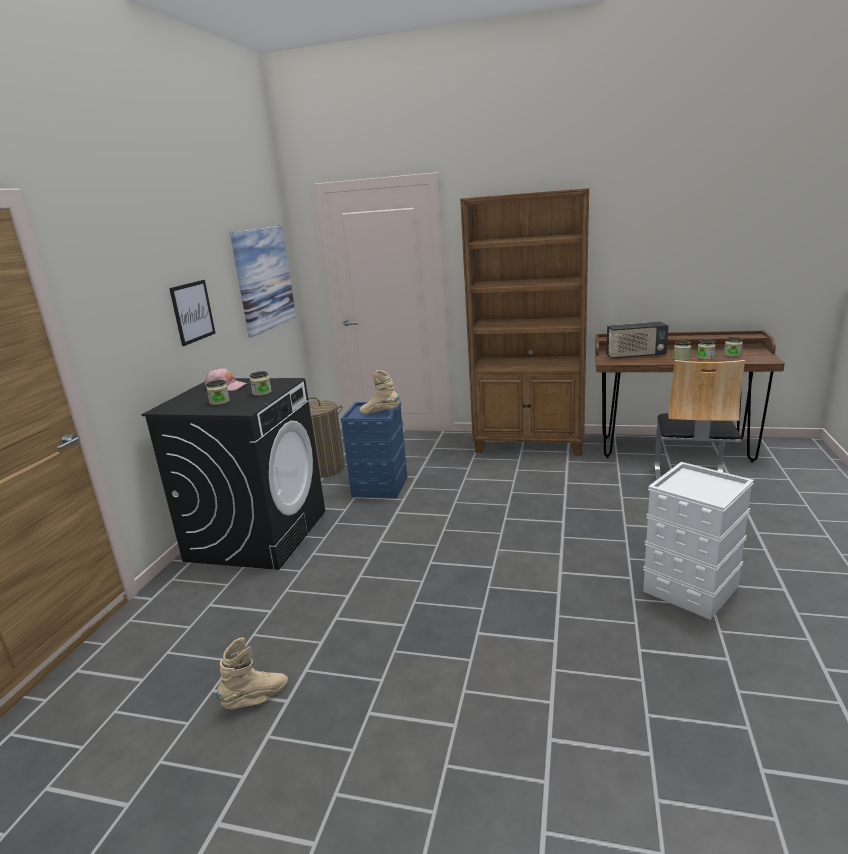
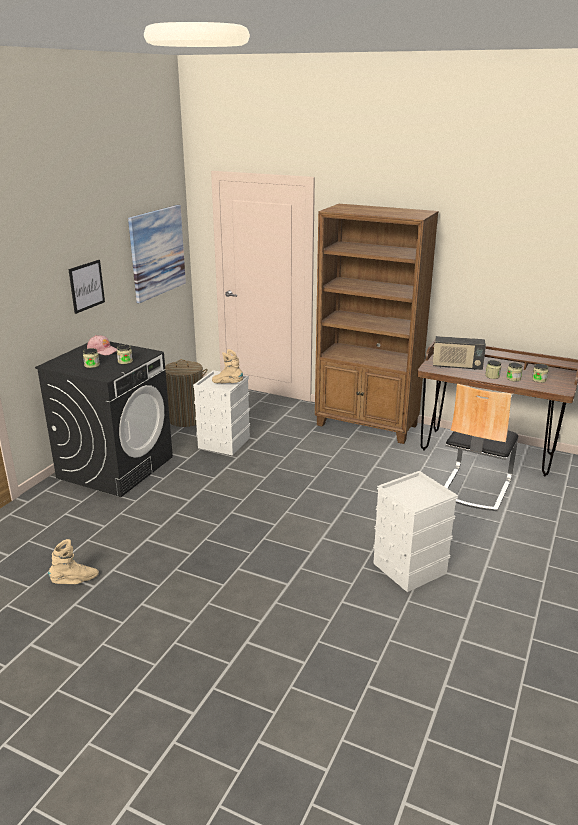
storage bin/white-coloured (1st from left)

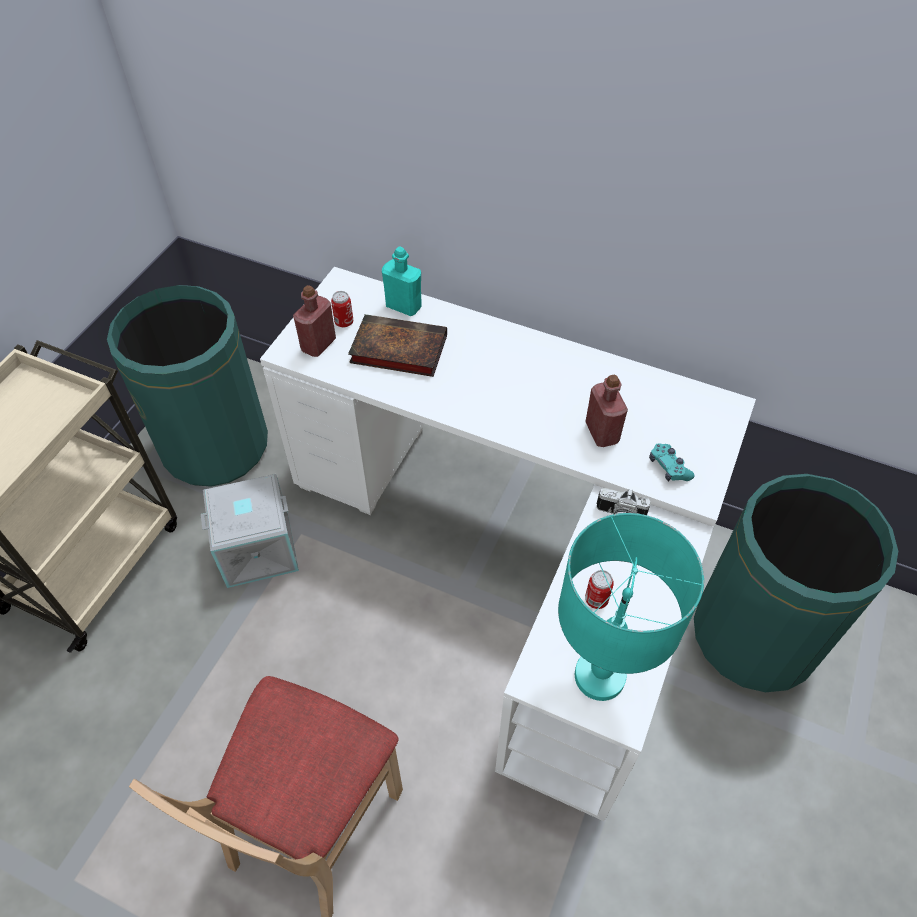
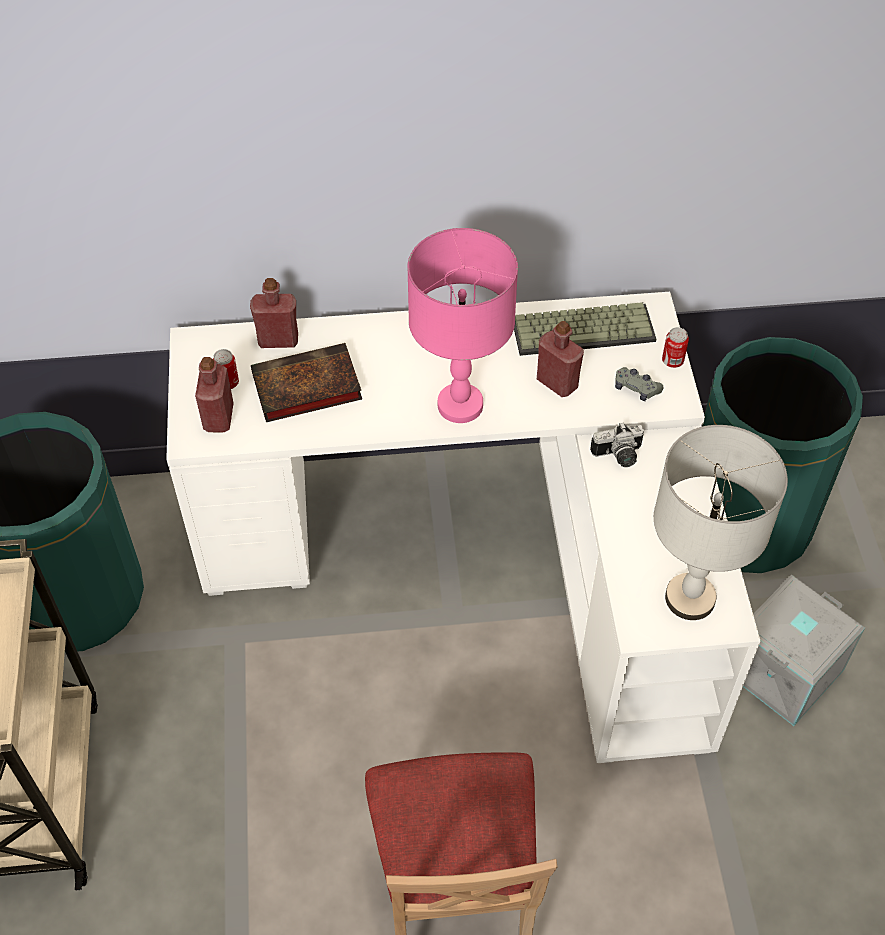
bottle/red-coloured (2nd from left)
tabletop lamp/pink-coloured
computer keyboard
gamepad/greyish
tabletop lamp/greyish
sealed can (2nd from left)
storage bin/greyish

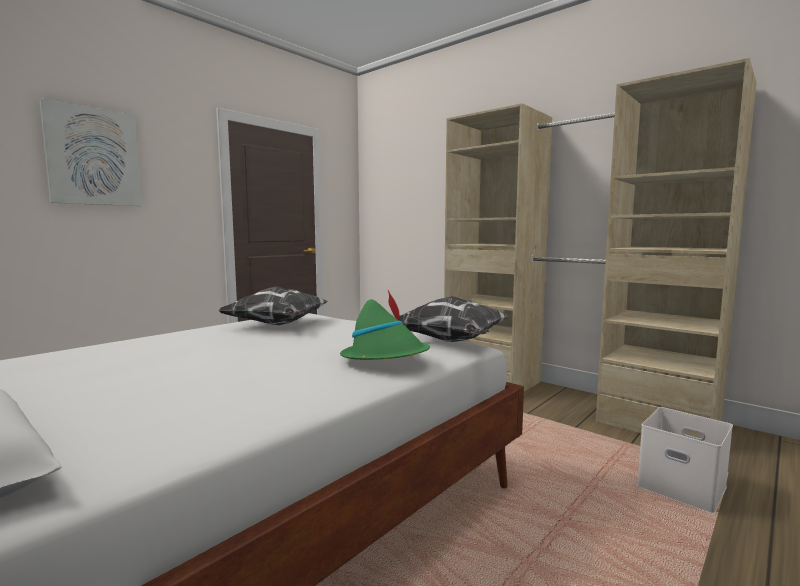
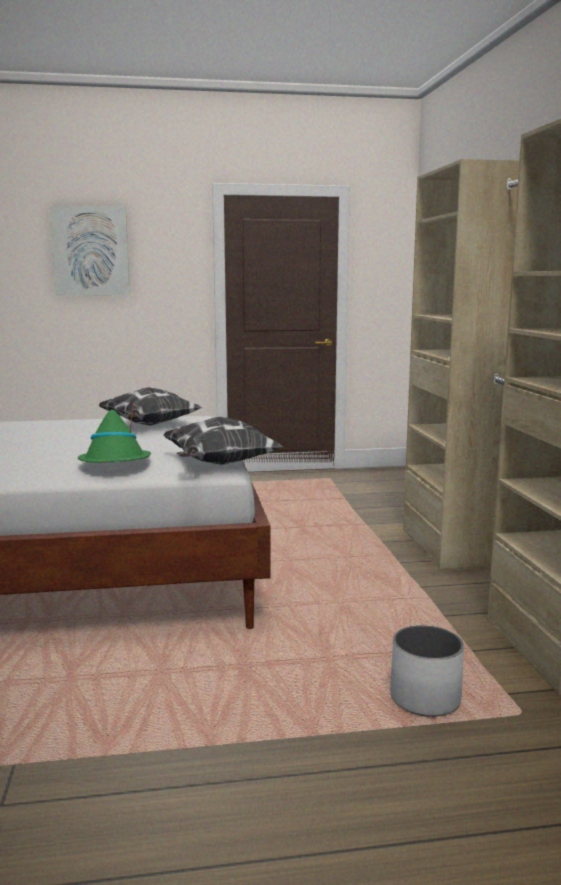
flower pot/white-coloured

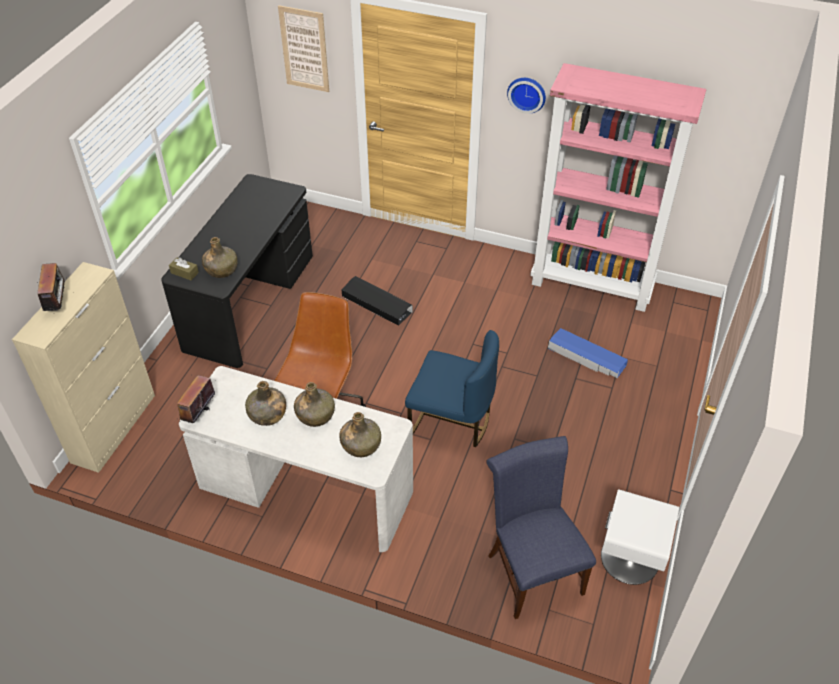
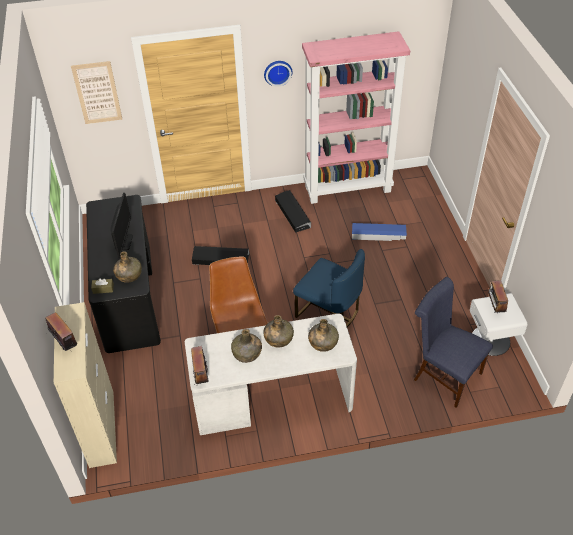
monitor
storage bin/blackish (2nd from left)
chair/bluish (1st from left)
radio set (3rd from left)

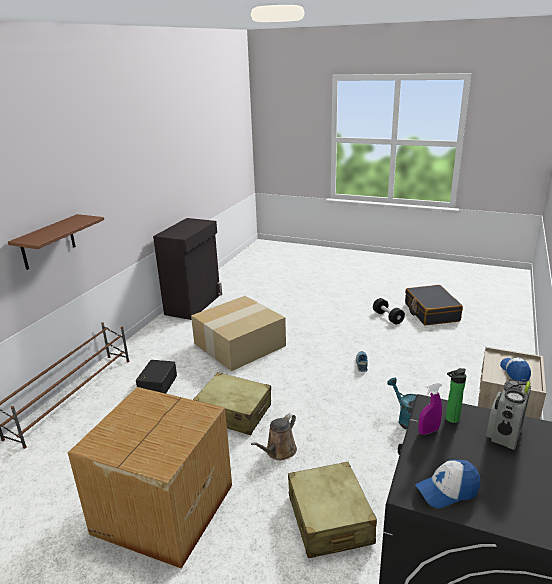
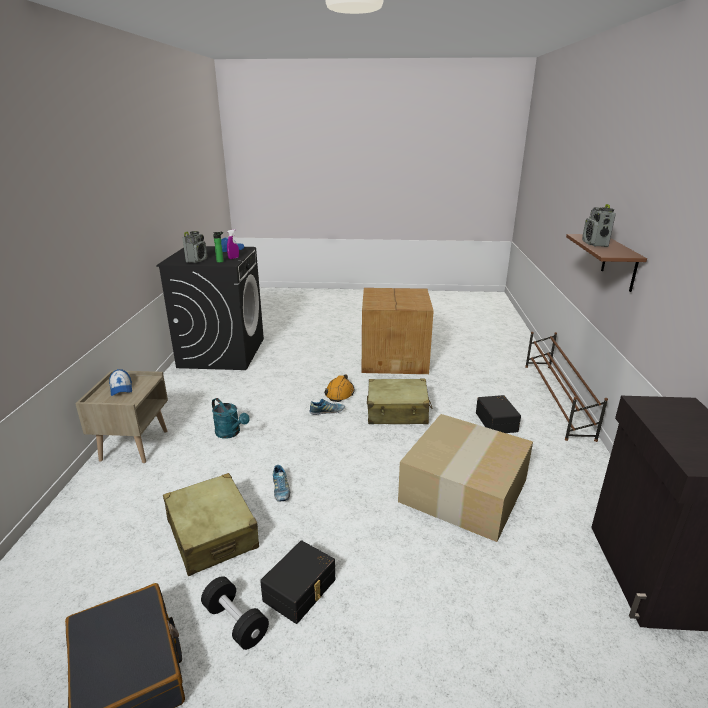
travel case/sand-coloured (1st from left)
storage bin/blackish (1st from left)
shoe (2nd from left)
work helmet/orangey
radio set (2nd from left)

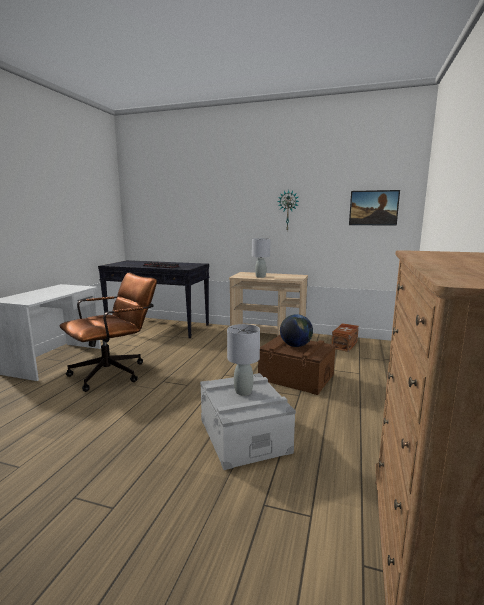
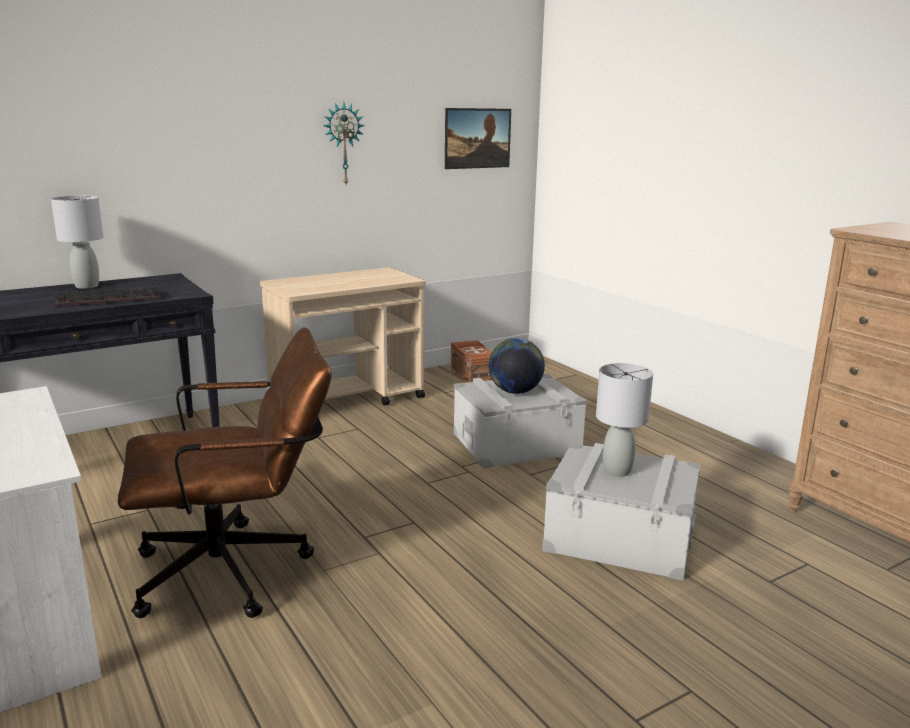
tabletop lamp/greyish (1st from left)
computer chair/brownish
storage bin/greyish (1st from left)

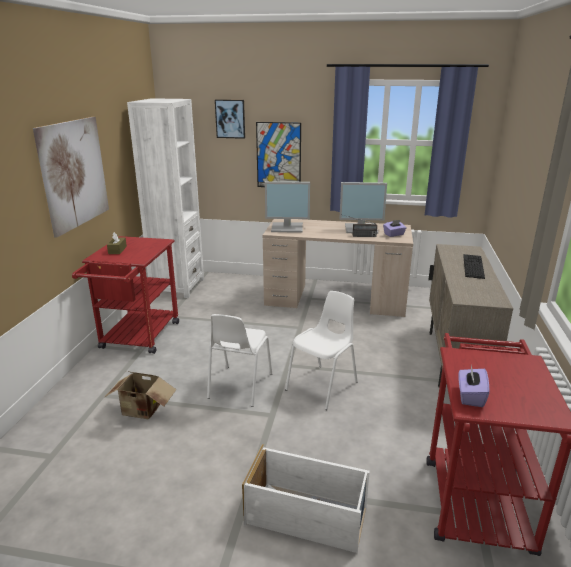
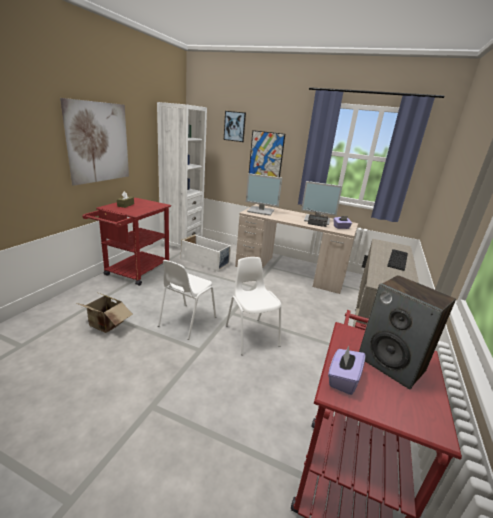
storage bin/white-coloured
chair/white-coloured (2nd from left)
audio speaker

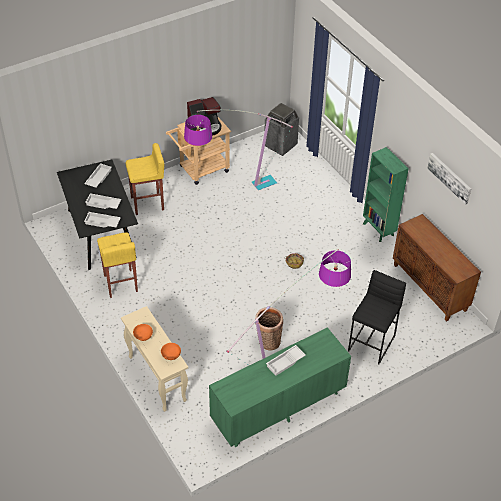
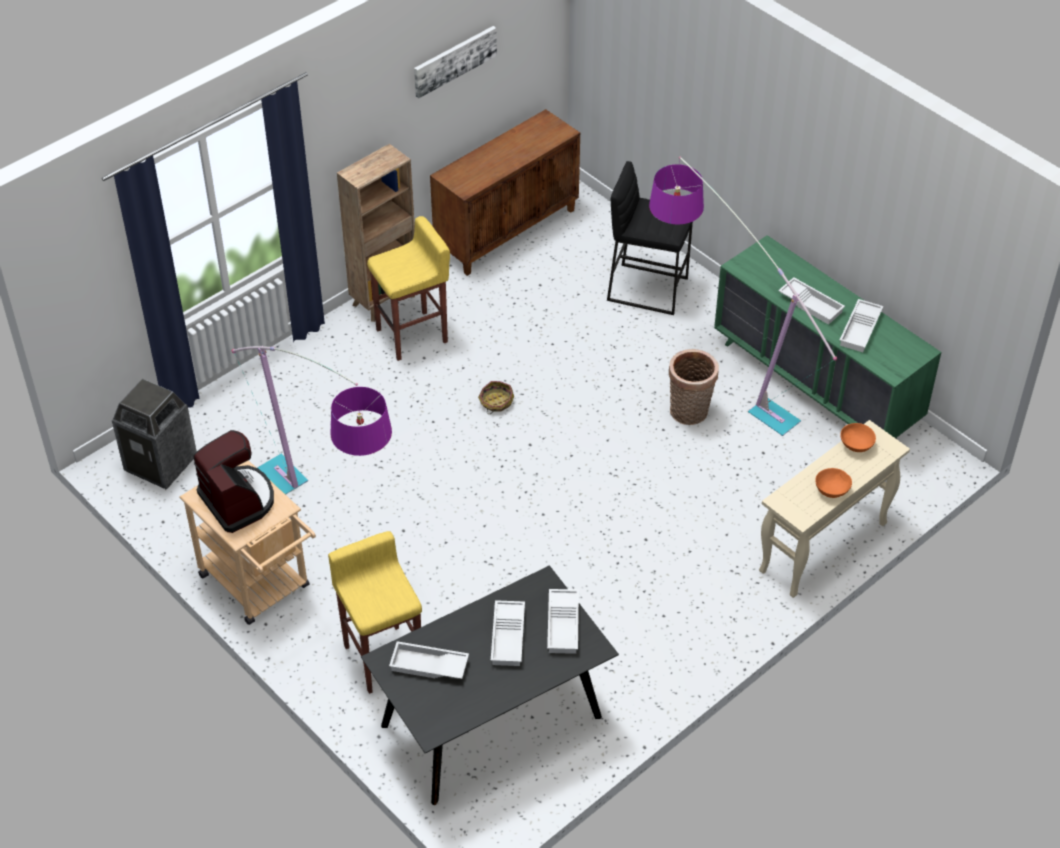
bookshelf/brownish
sitting stool/yellowish (2nd from left)
serving tray/white-coloured (5th from left)

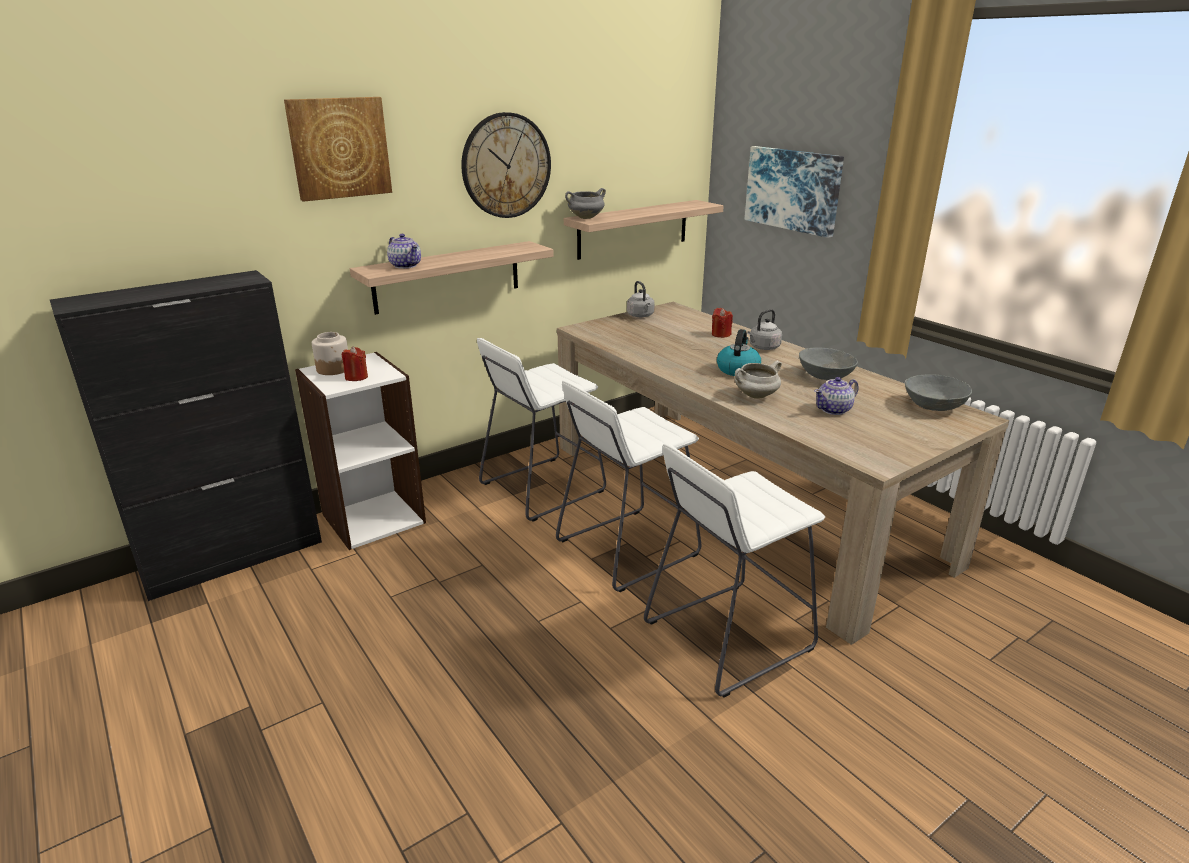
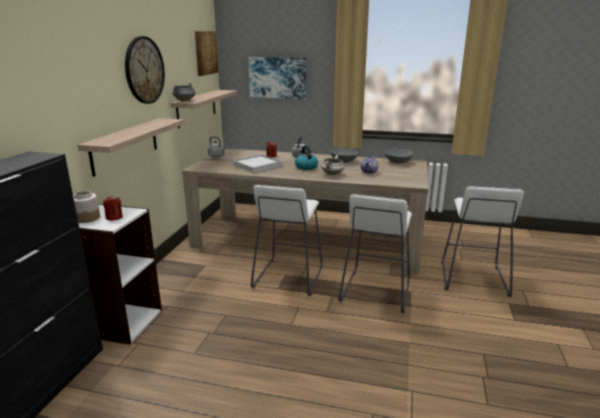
wall picture (1st from left)
serving tray/white-coloured
sitting stool/white-coloured (3rd from left)
tea pot (1st from left in the first image)

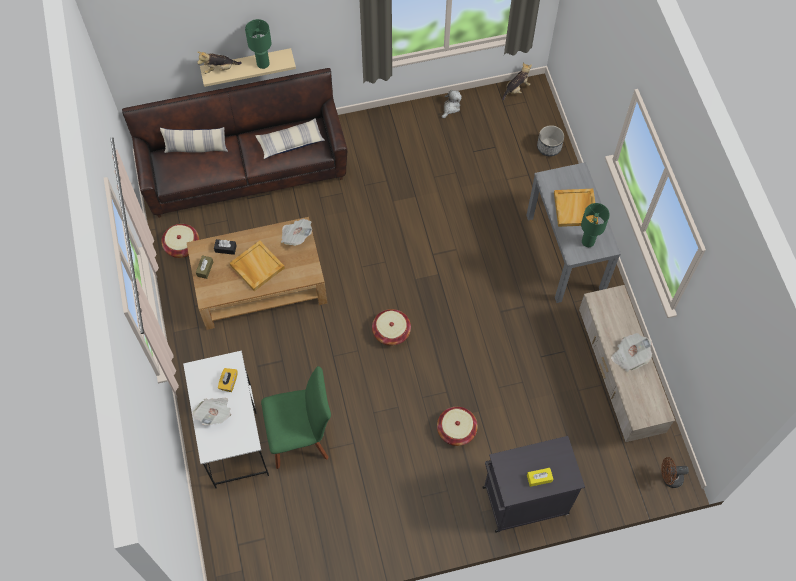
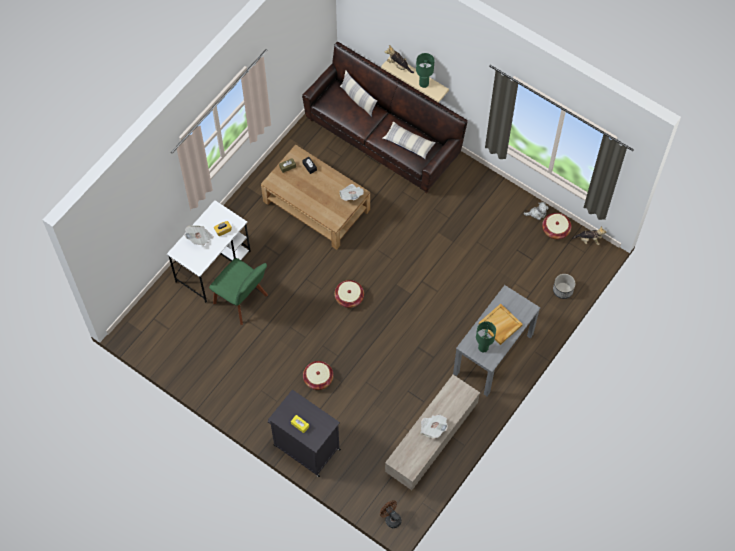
household basket (3rd from left)
serving tray/sand-coloured (1st from left in the first image)

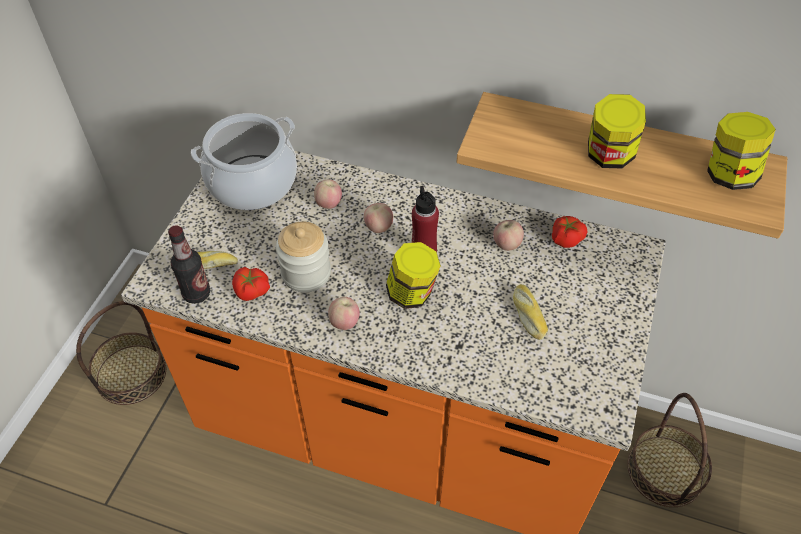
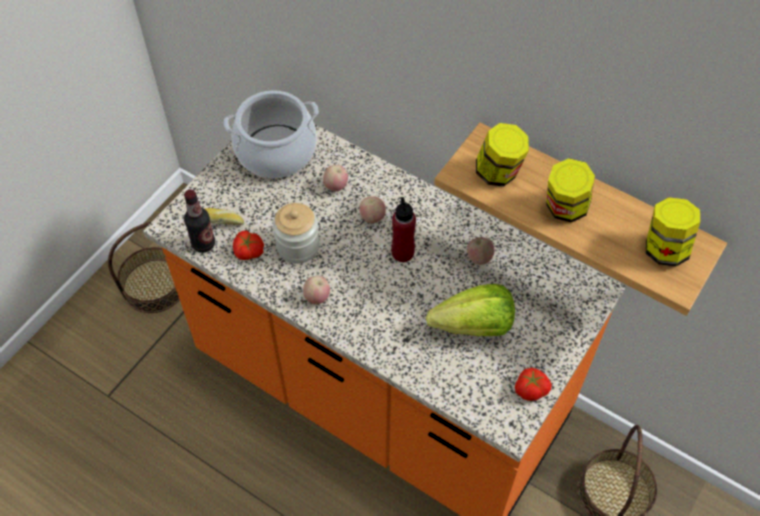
lettuce head
preserve jar (2nd from left)
fresh tomato (2nd from left)

